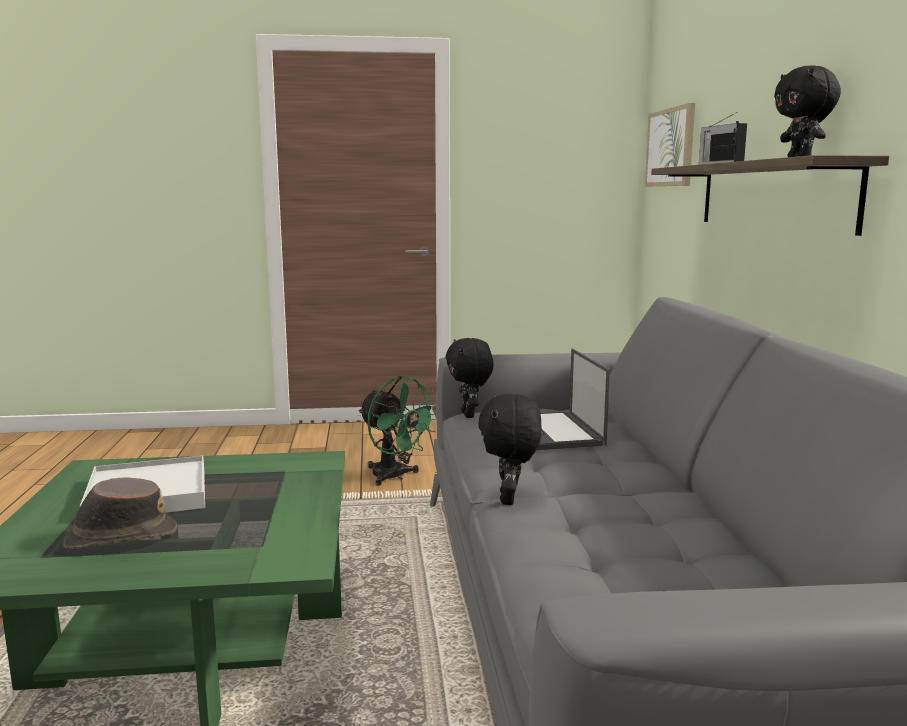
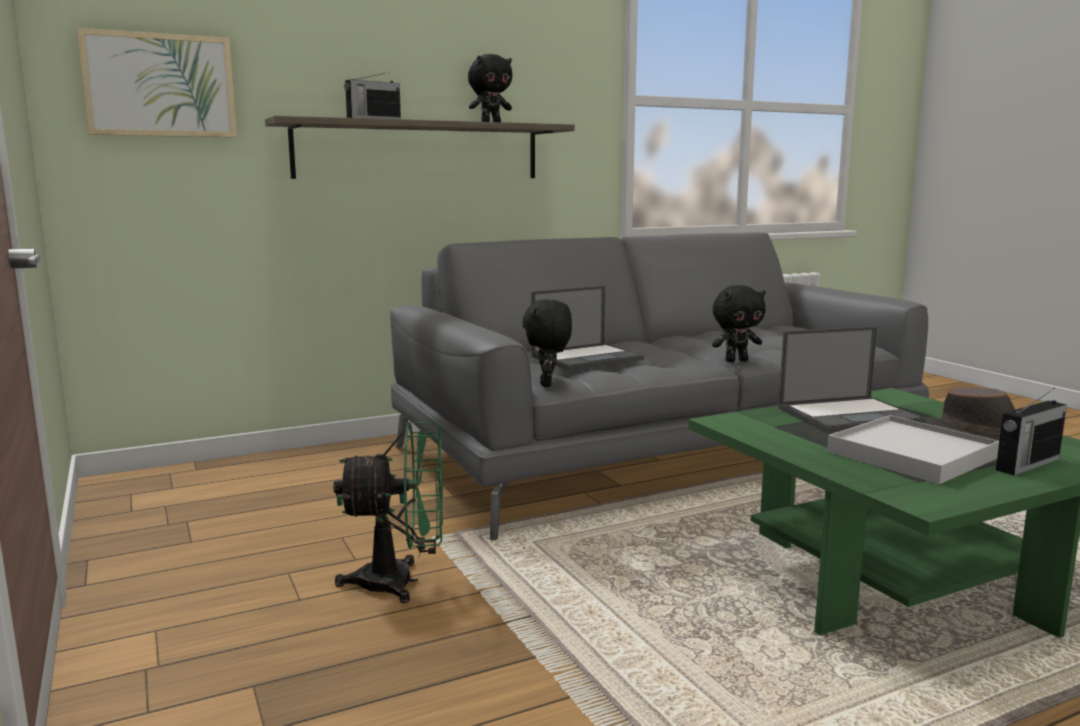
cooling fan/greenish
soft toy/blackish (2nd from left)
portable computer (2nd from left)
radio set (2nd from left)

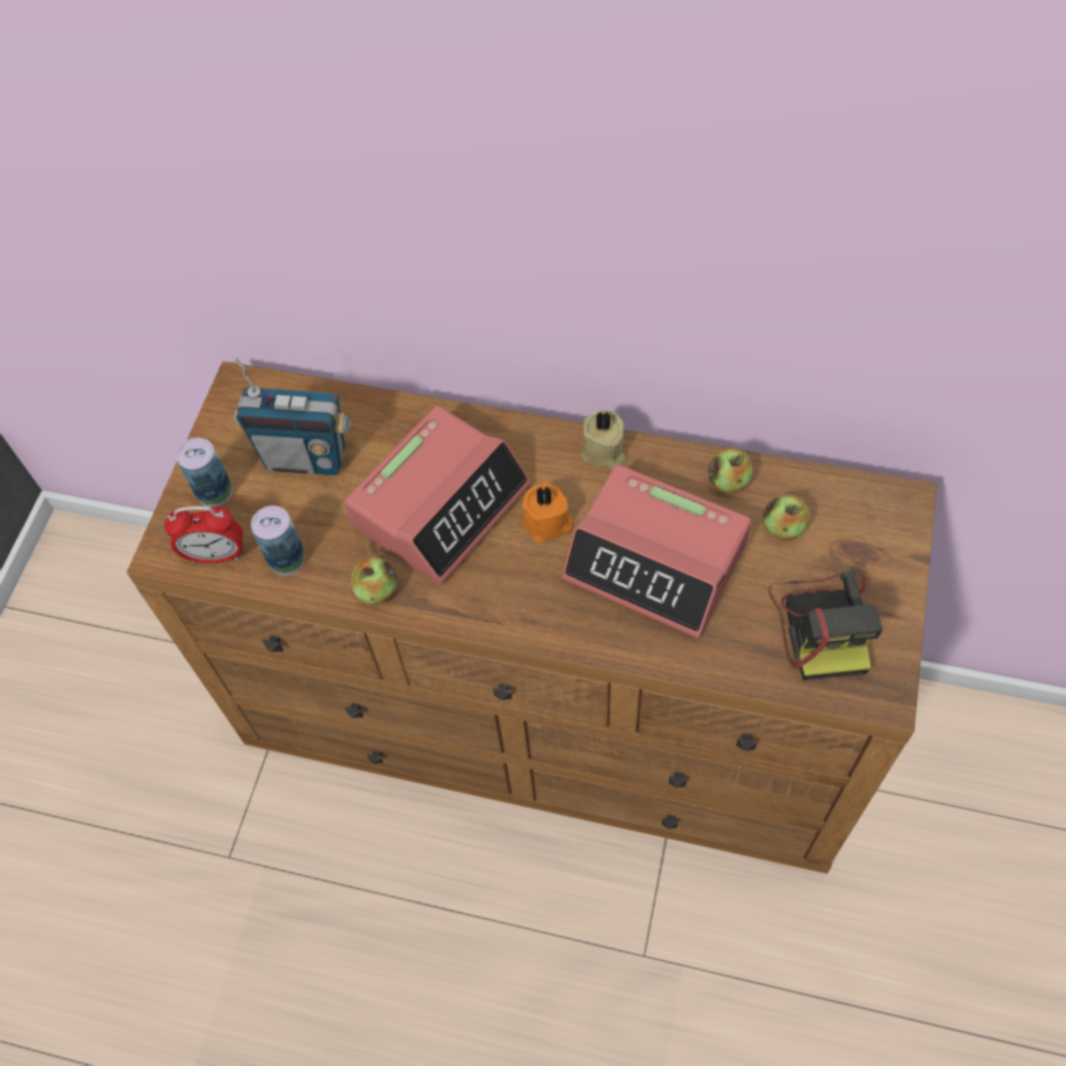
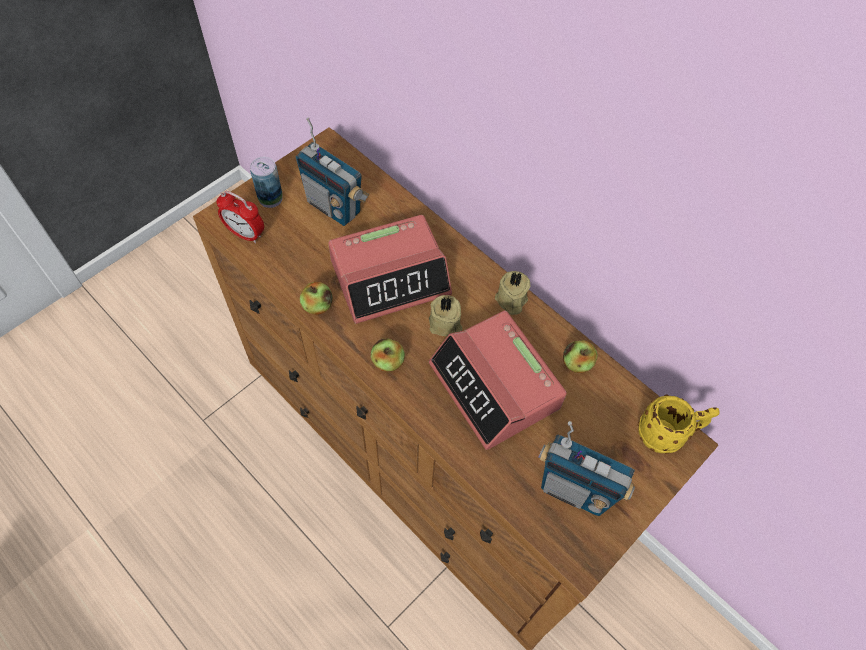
whole apple (2nd from left)
wax light/sand-coloured (1st from left)
radio set (2nd from left)
mug/yellowish
sealed can (2nd from left in the first image)

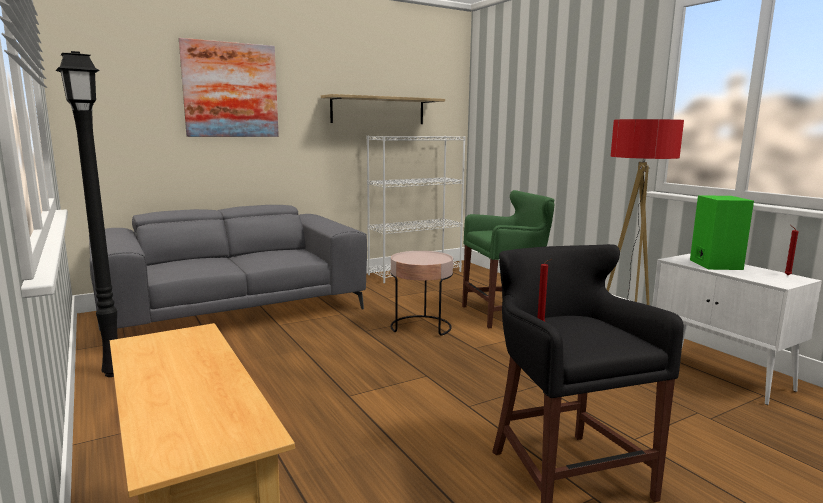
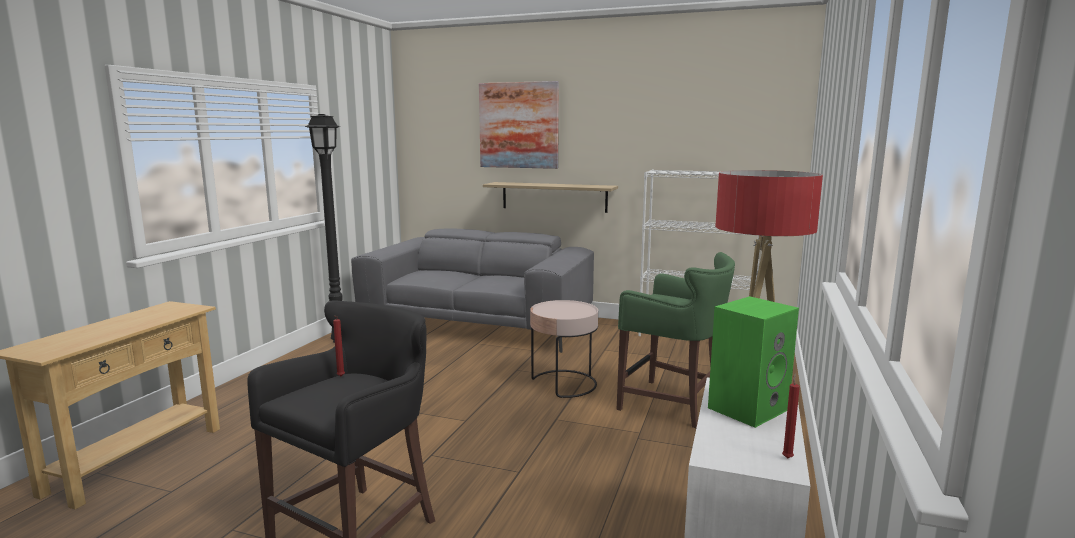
wall shelf

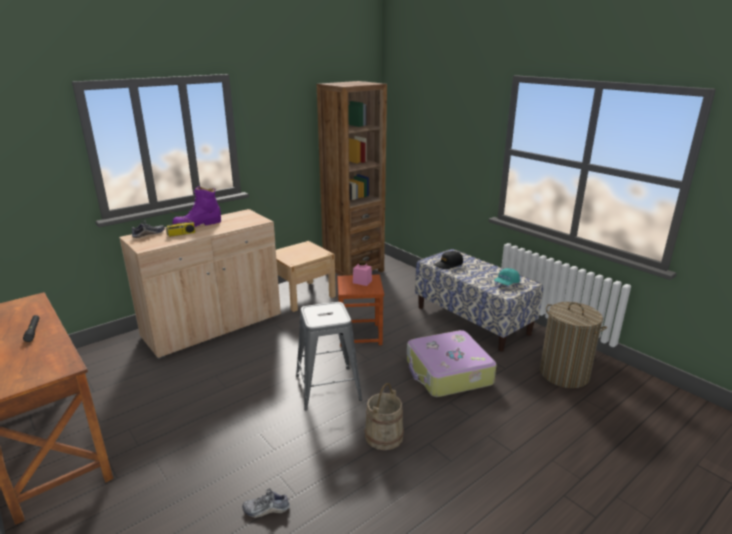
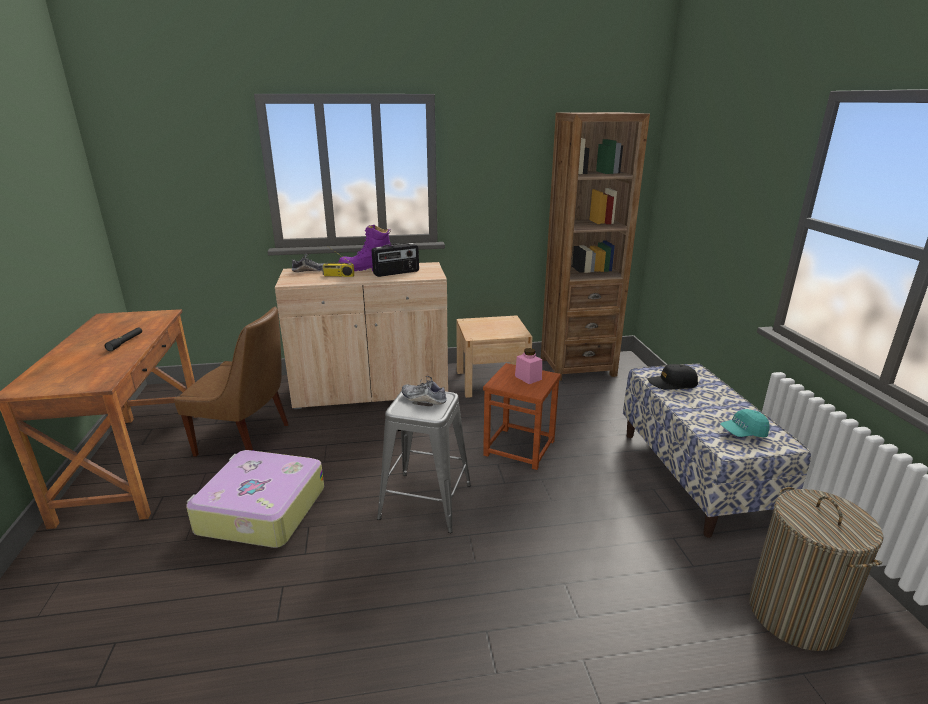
chair/brownish
travel case
radio set (2nd from left)
shoe (2nd from left)
pail/sand-coloured

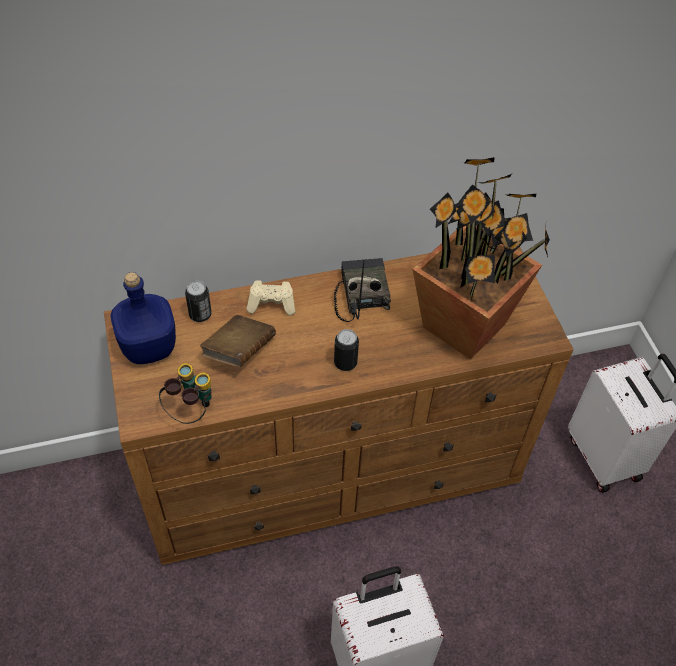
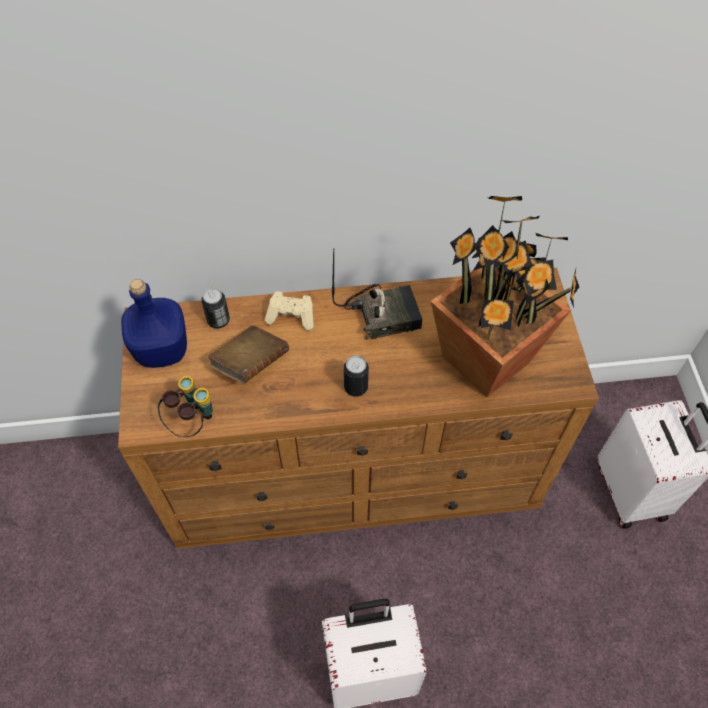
radio set

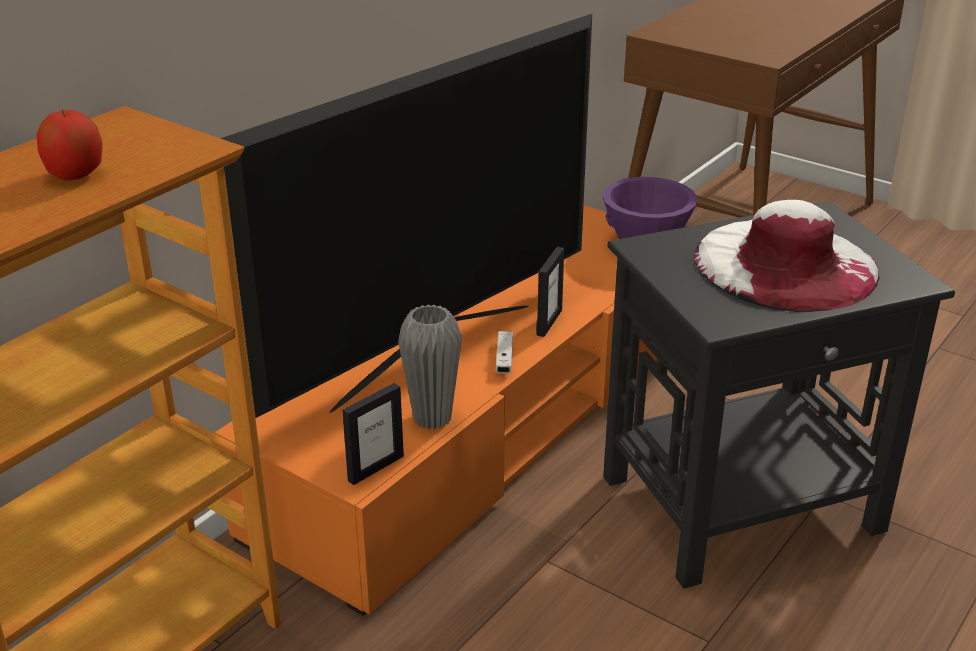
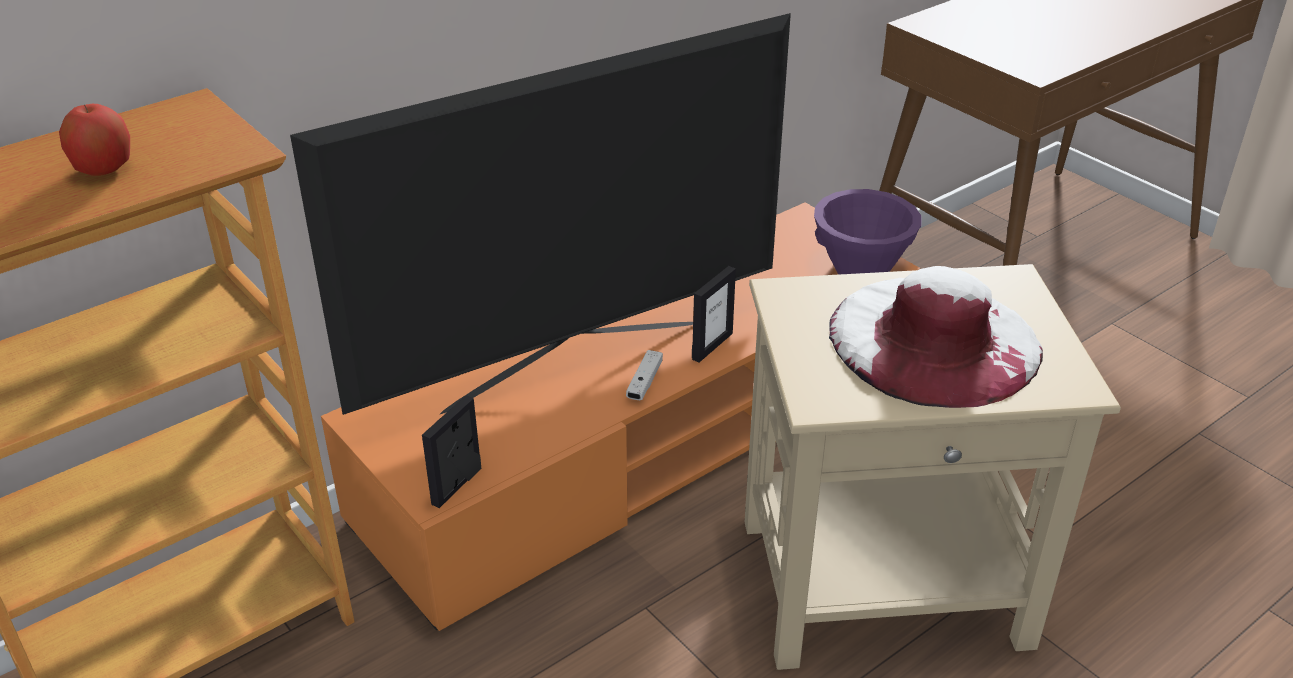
photo frame (1st from left)
end table/sand-coloured
vase/greyish

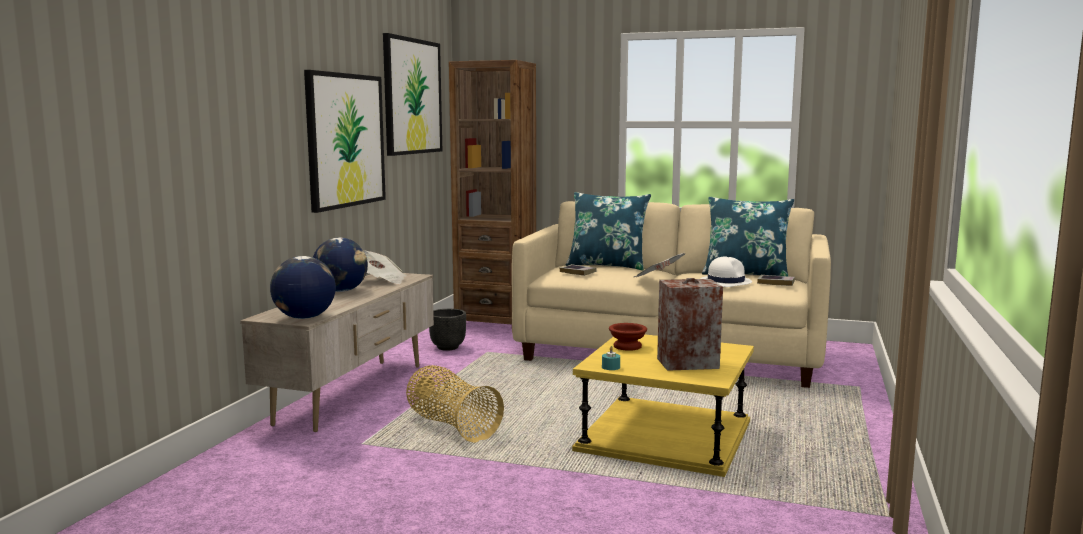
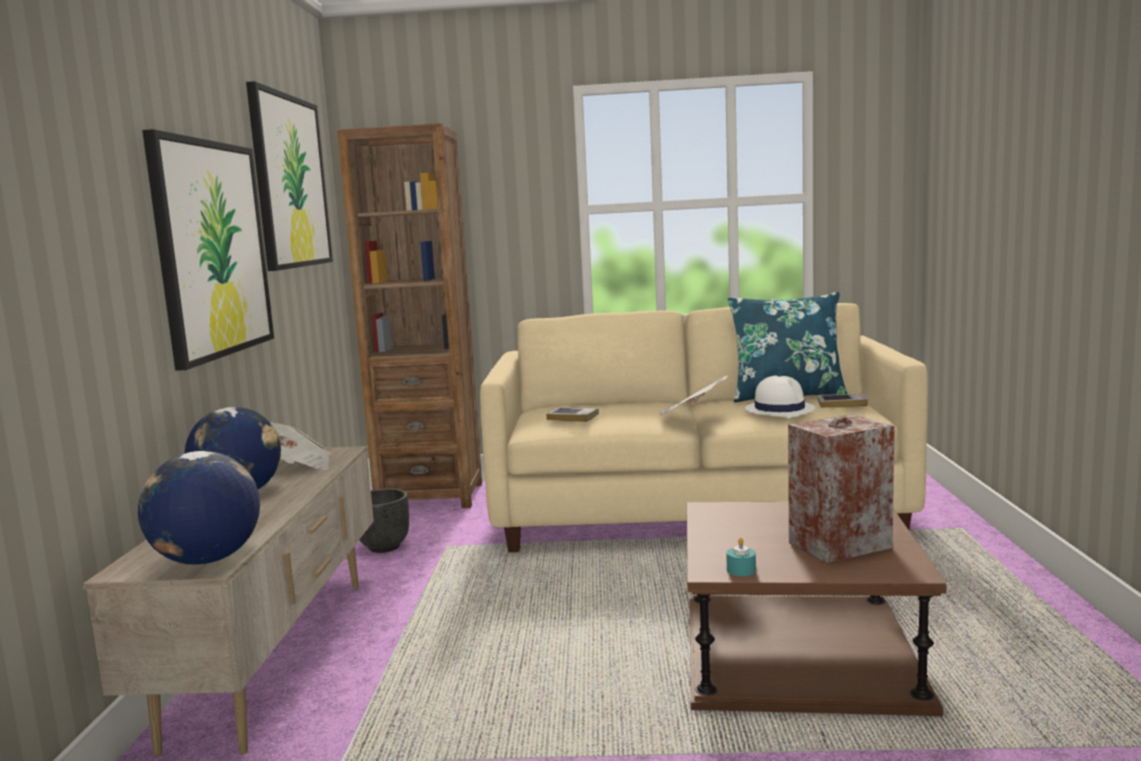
end table/brownish
household basket
throw pillow/bluish (1st from left in the first image)
deep dish/brownish

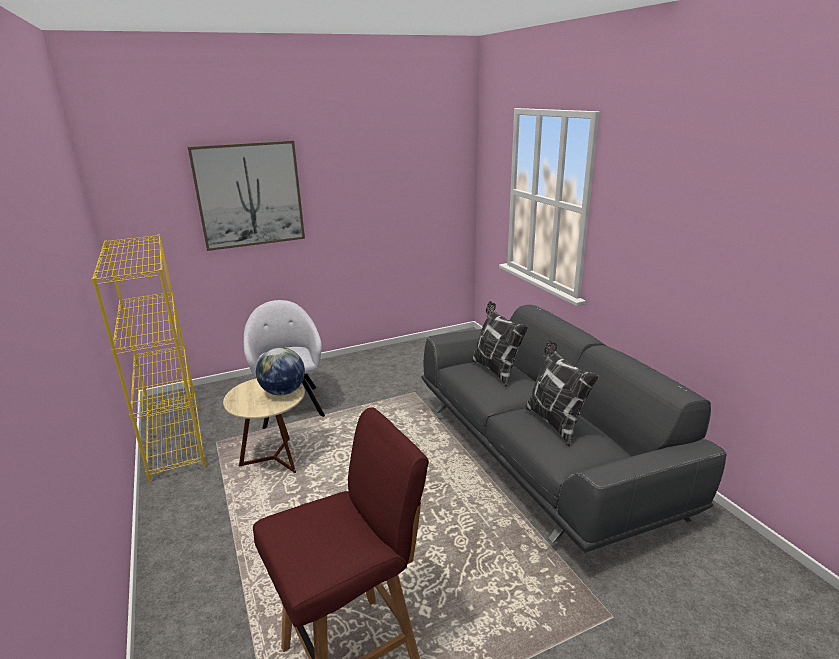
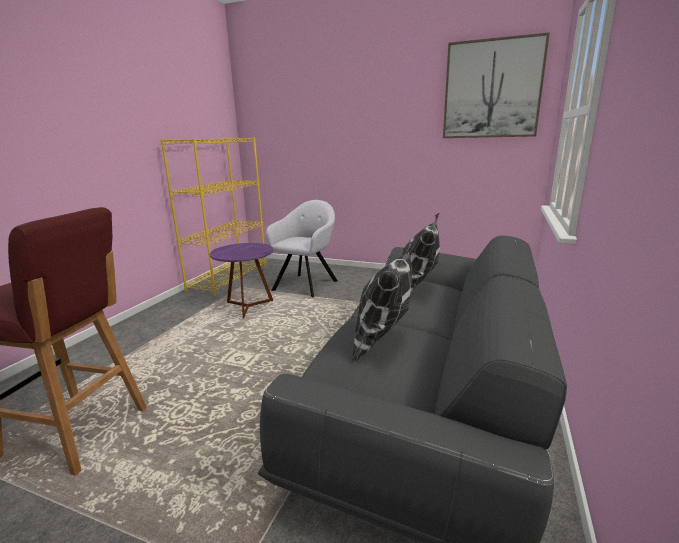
end table/purplish
wall picture
globe

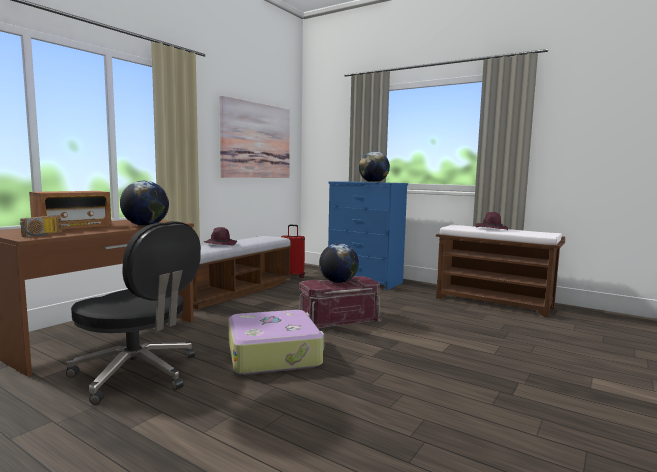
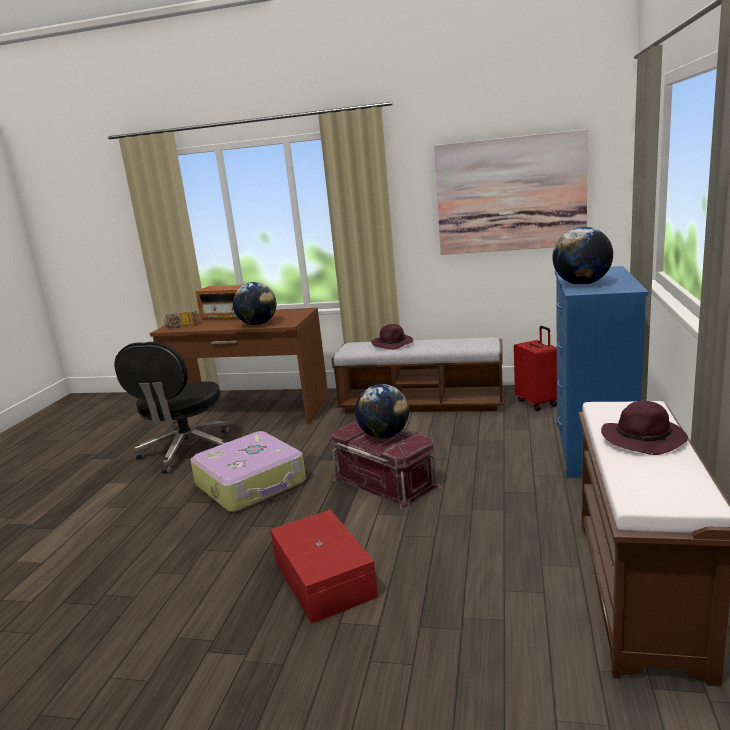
storage bin/red-coloured (1st from left)

